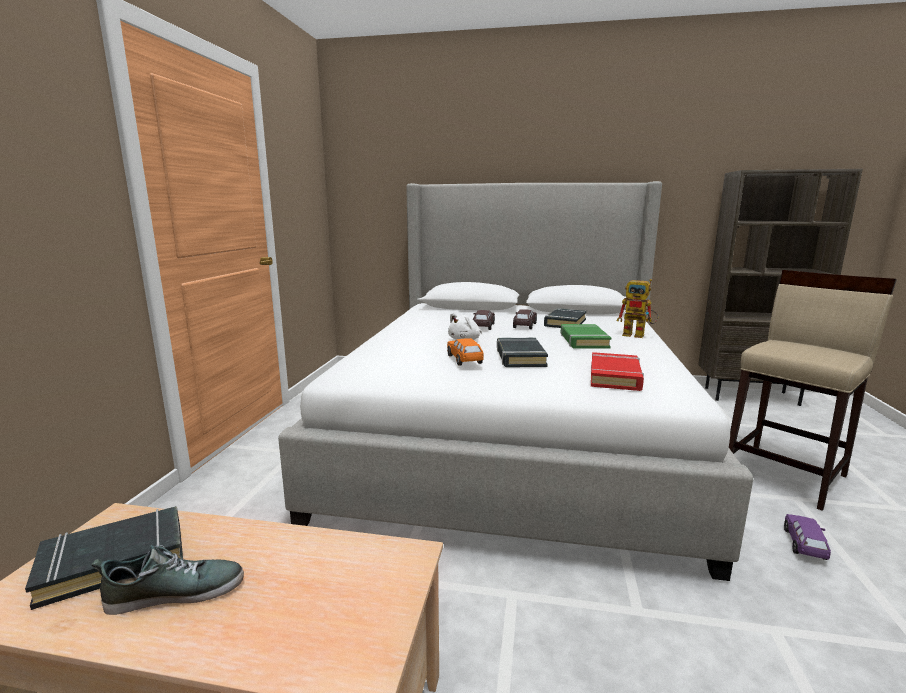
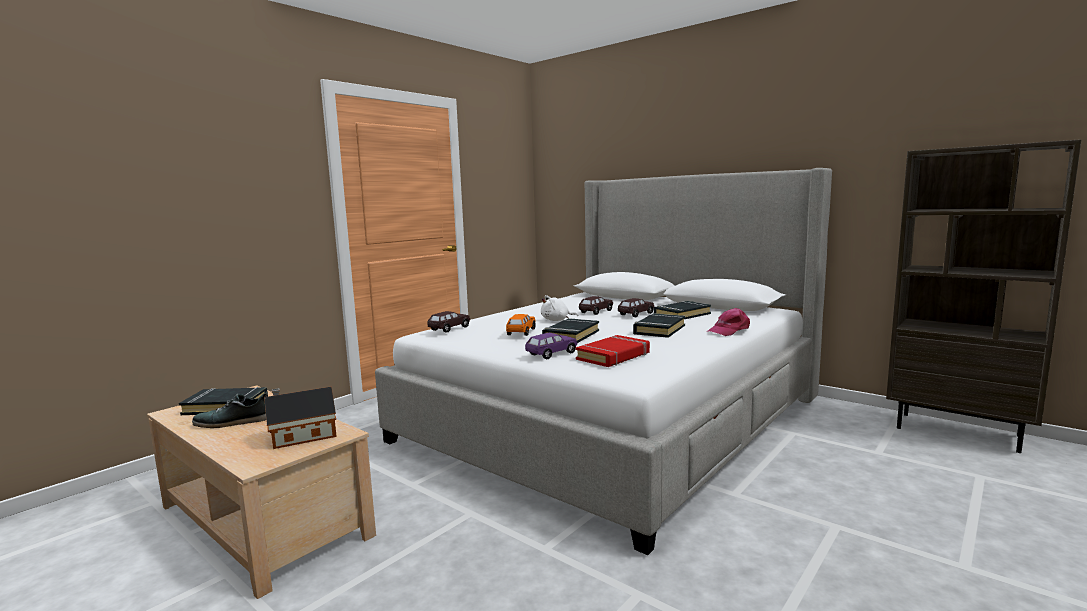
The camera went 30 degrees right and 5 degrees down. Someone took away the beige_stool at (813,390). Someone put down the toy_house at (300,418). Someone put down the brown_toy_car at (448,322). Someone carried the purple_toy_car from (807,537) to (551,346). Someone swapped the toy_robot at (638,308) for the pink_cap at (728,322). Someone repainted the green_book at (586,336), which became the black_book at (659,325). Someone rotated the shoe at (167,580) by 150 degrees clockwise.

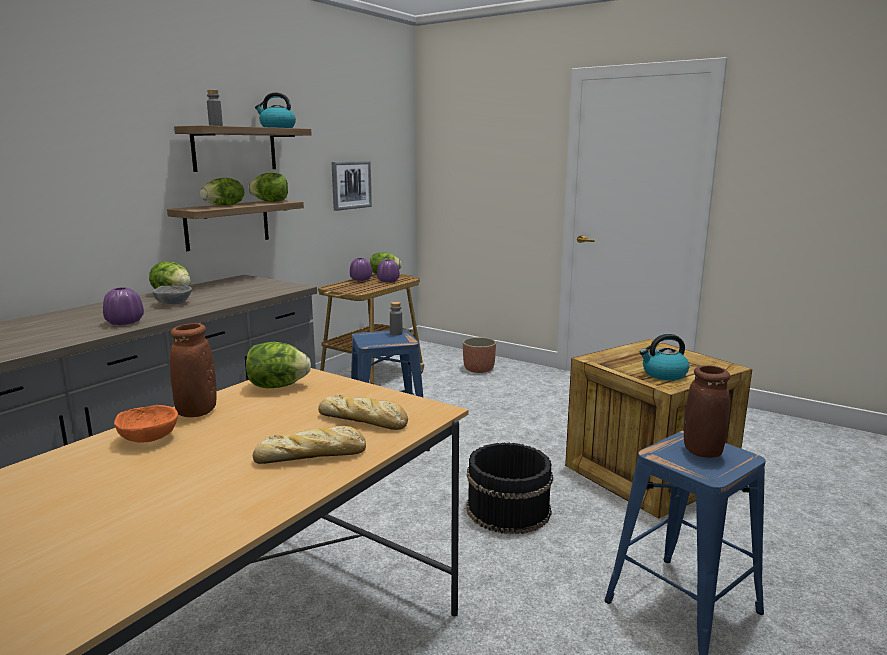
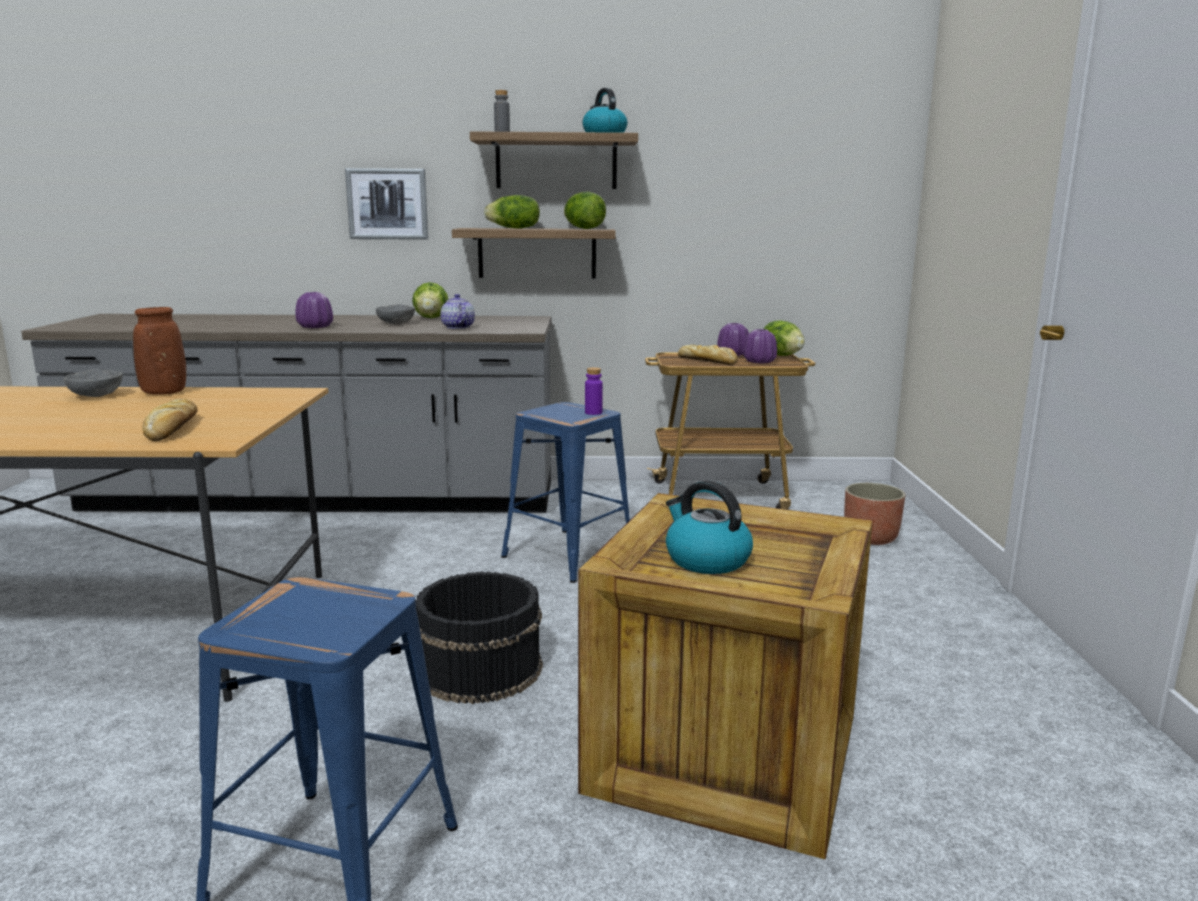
The camera went 55 degrees right and 0 degrees up. Someone took away the lettuce at (278,365). Someone took away the brown_vase at (707,411). Someone put down the teapot at (458,311). Someone carried the bread from (309,445) to (708,354). Someone carried the picture from (352,186) to (386,204). Someone repainted the orange_bowl at (146,423), which became the grey_bowl at (93,383). Someone repainted the grey_bottle at (396,319), which became the purple_bottle at (594,391).

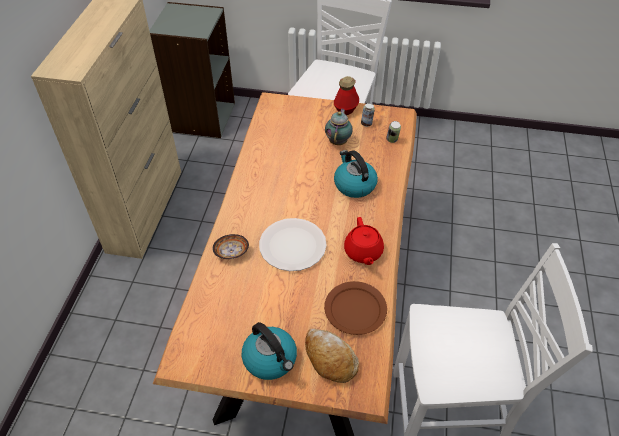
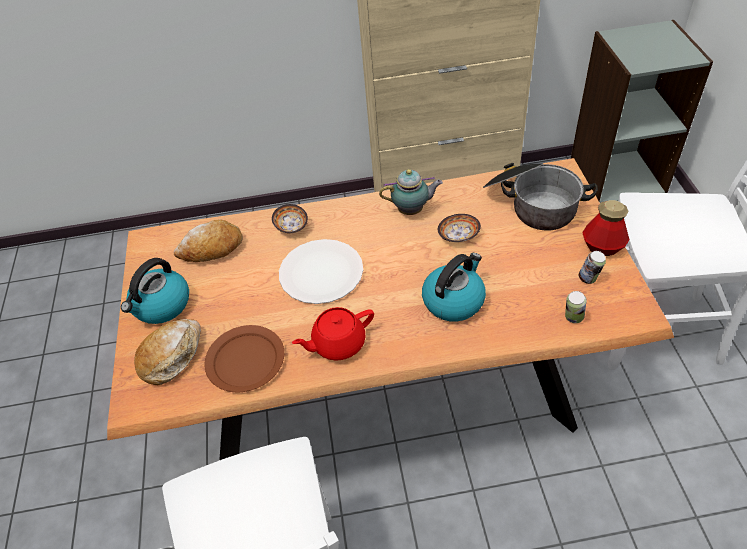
The camera went 75 degrees right and 0 degrees up. Someone put down the bread at (208,240). Someone put down the bowl at (459,228). Someone put down the cooking_pot at (540,196). Someone carried the teapot from (339,126) to (411,192).

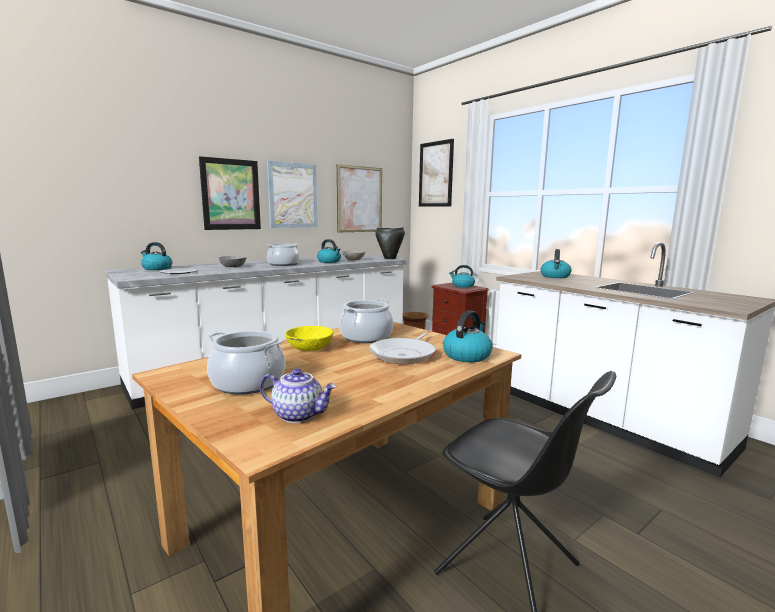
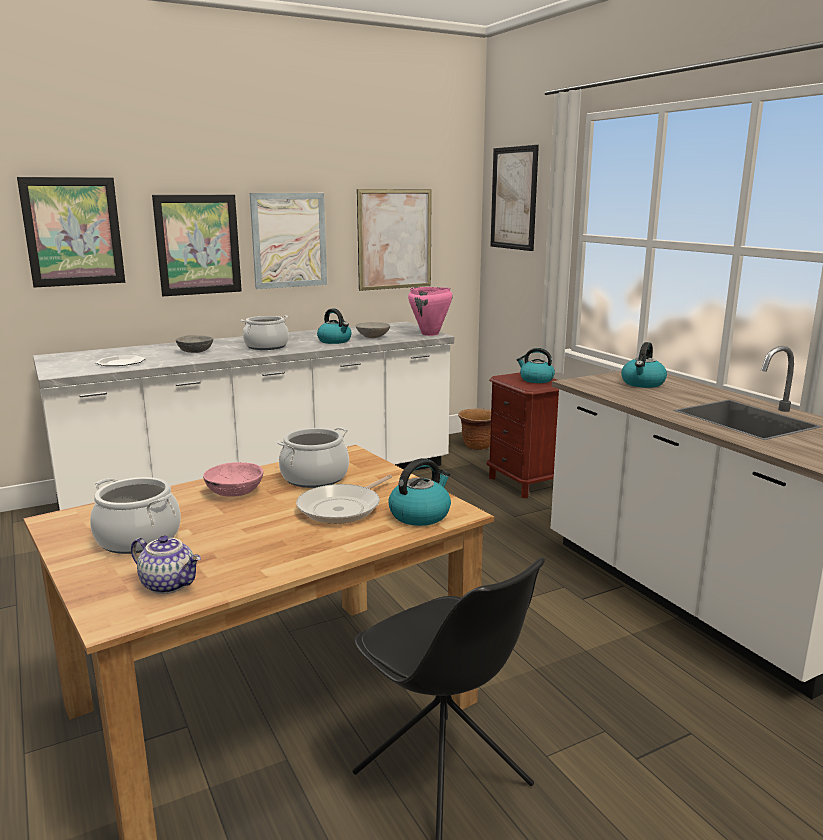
The camera went 10 degrees right and 5 degrees up. Someone took away the kettle at (156,256). Someone put up the picture at (71,232). Someone repainted the yellow_bowl at (309,338), which became the pink_bowl at (233,479). Someone repainted the black_cooking_pot at (390,243), which became the pink_cooking_pot at (430,311).

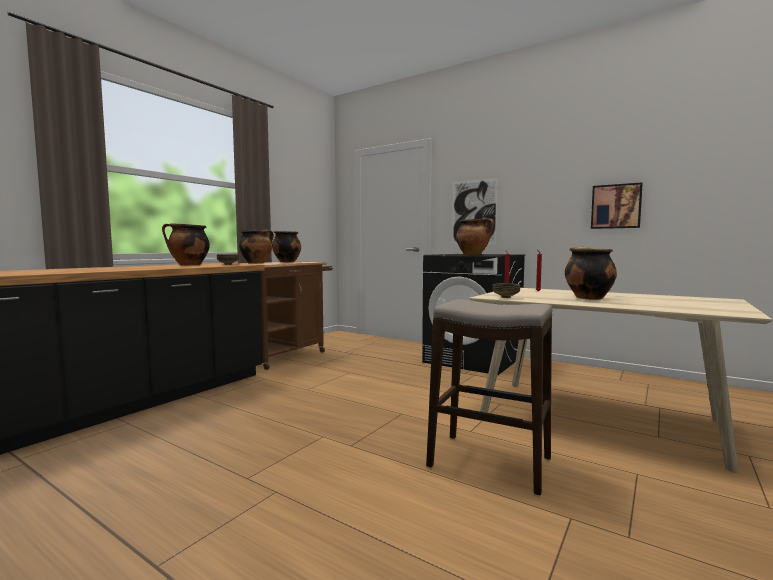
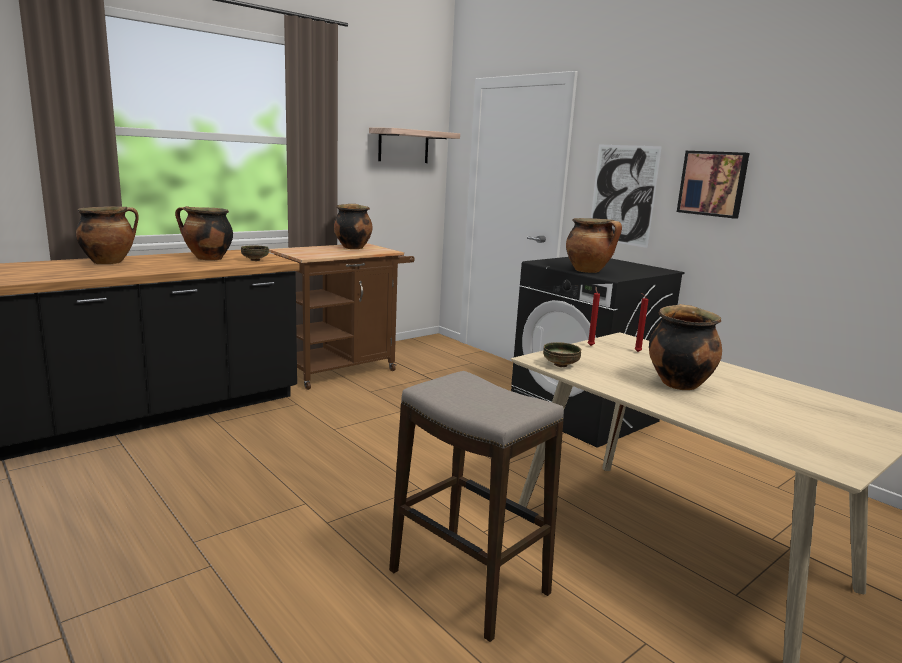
The camera went 15 degrees right and 10 degrees up. Someone put up the shelf at (414,145). Someone carried the cooking_pot from (256,247) to (107,235). Someone carried the picture from (617,205) to (713,185).

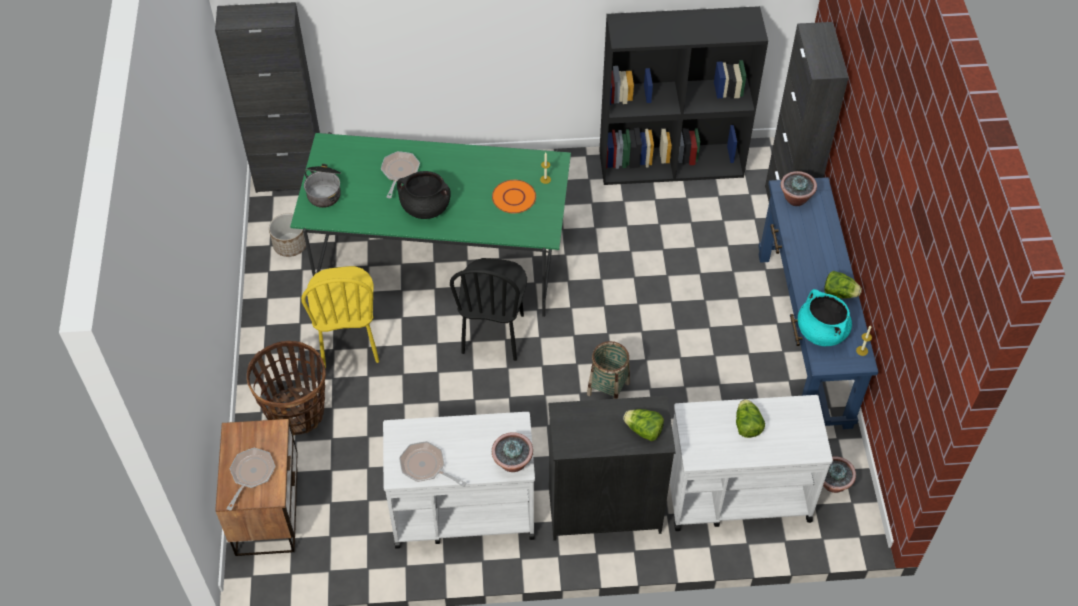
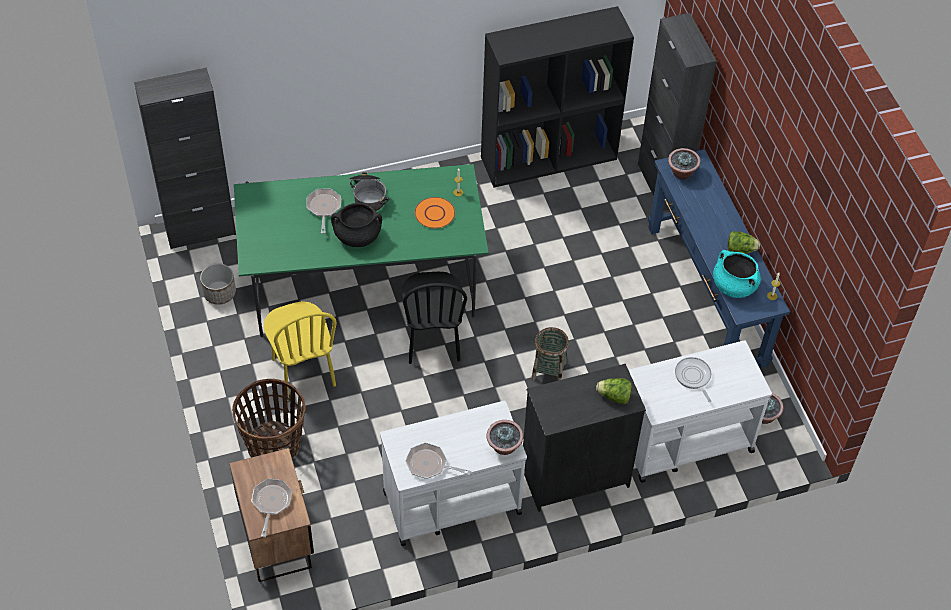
The camera went 15 degrees left and 0 degrees up. Someone carried the cooking_pot from (322,186) to (369,191). Someone swapped the lettuce at (750,418) for the frying_pan at (693,379).

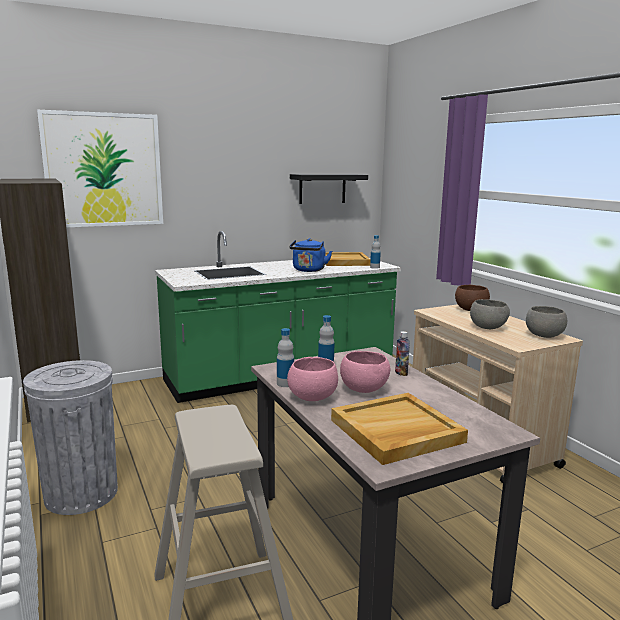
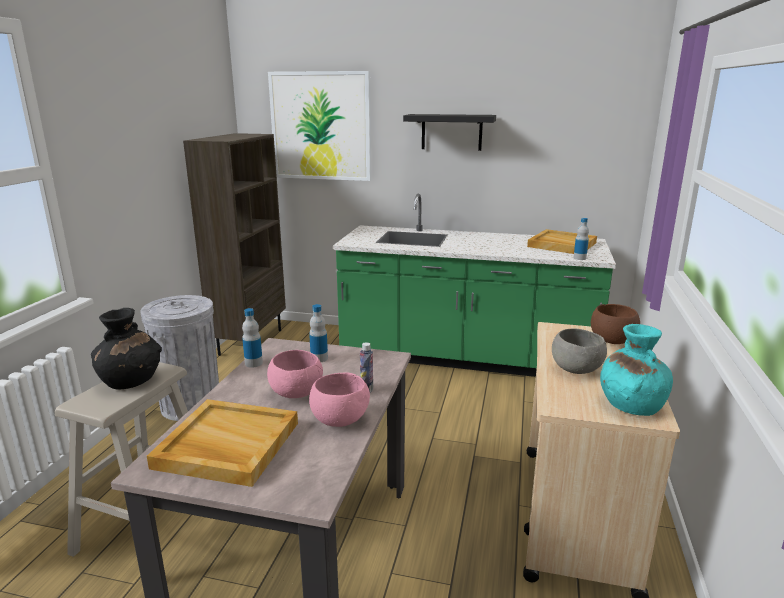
The camera went 40 degrees right and 5 degrees up. Someone took away the blue_kettle at (310,255). Someone put down the black_vase at (126,348). Someone carried the pink_bowl from (312,379) to (339,399). Someone carried the black_shelf from (329,189) to (449,132). Someone swapped the grey_bowl at (546,322) for the turquoise_vase at (636,370).

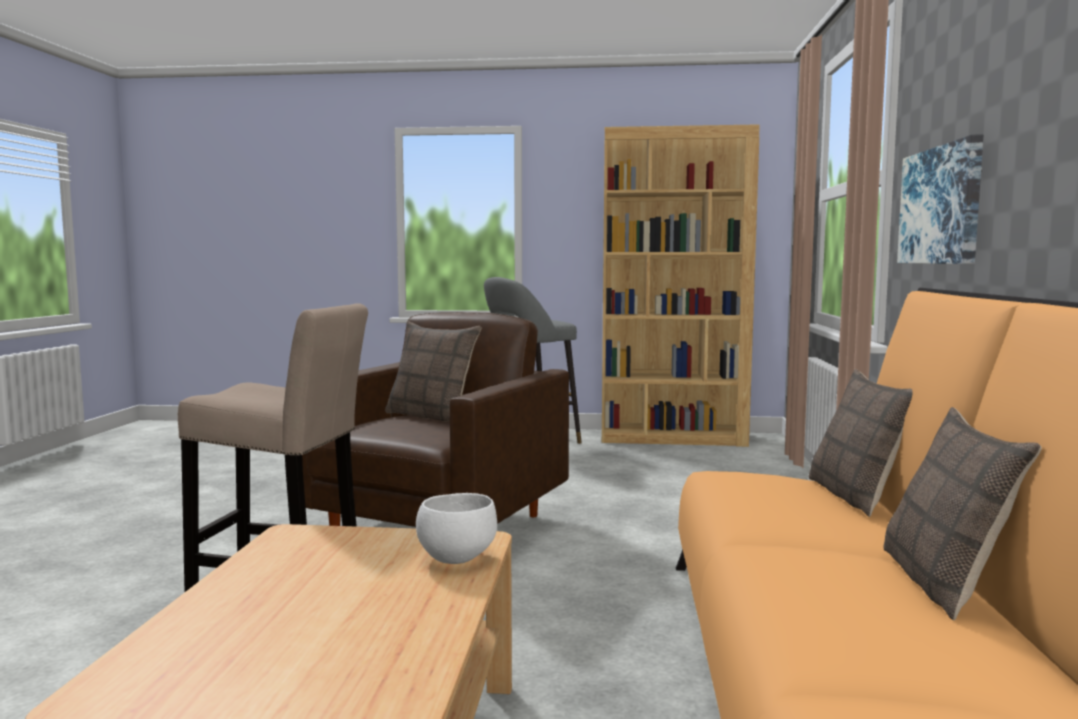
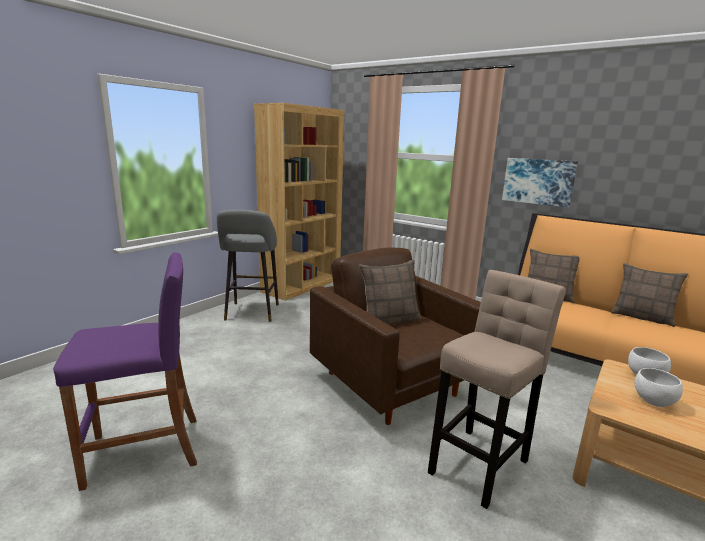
The camera went 60 degrees left and 10 degrees up. Someone put down the purple_stool at (125,371). Someone put down the white_bowl at (658,387).

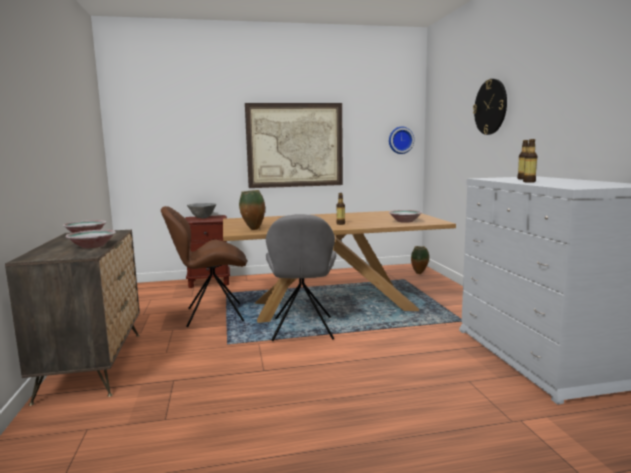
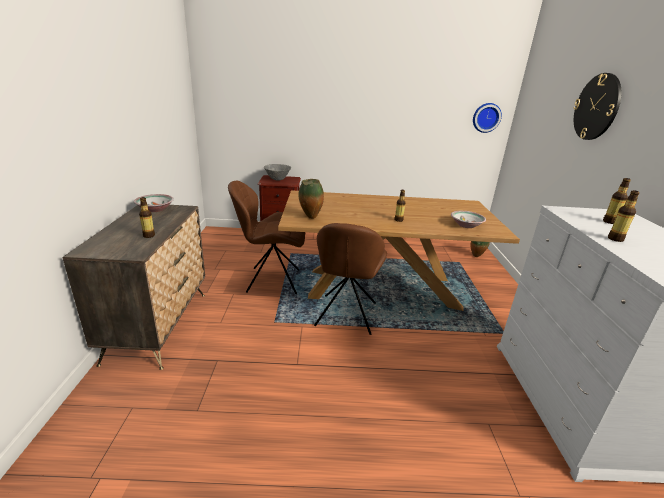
The camera went 10 degrees right and 15 degrees up. Someone took away the picture at (294,145). Someone swapped the bowl at (91,239) for the bottle at (147,217). Someone repainted the grey_chair at (301,277), which became the brown_chair at (350,279).

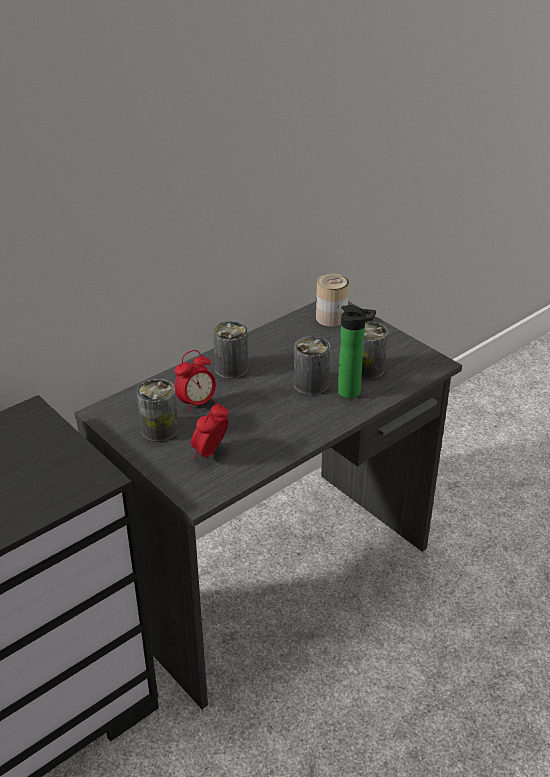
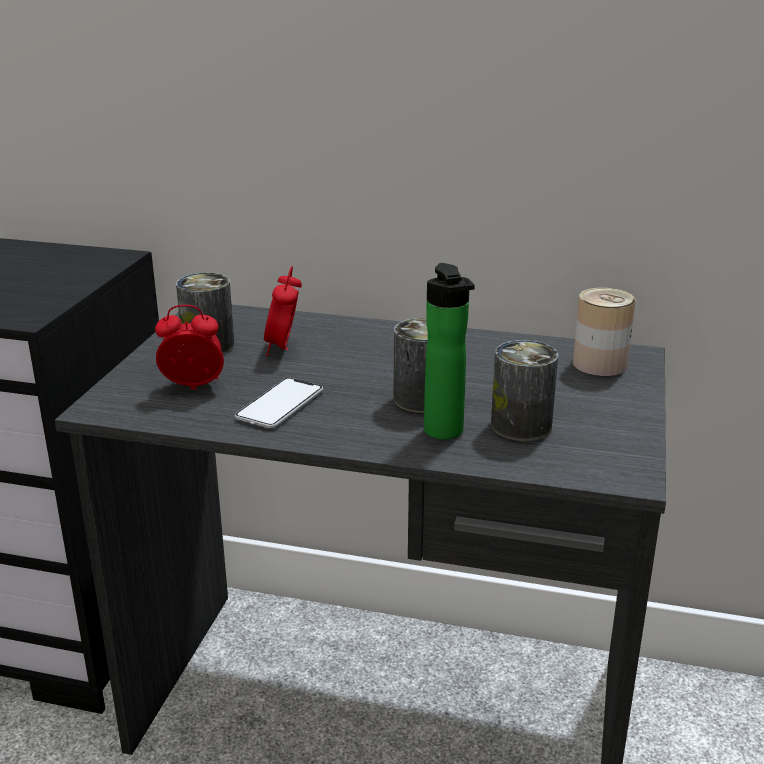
The camera went 55 degrees right and 10 degrees down. Someone took away the can at (231,349). Someone put down the phone at (279,403). Someone rotated the alarm_clock at (195,381) by 75 degrees clockwise.

